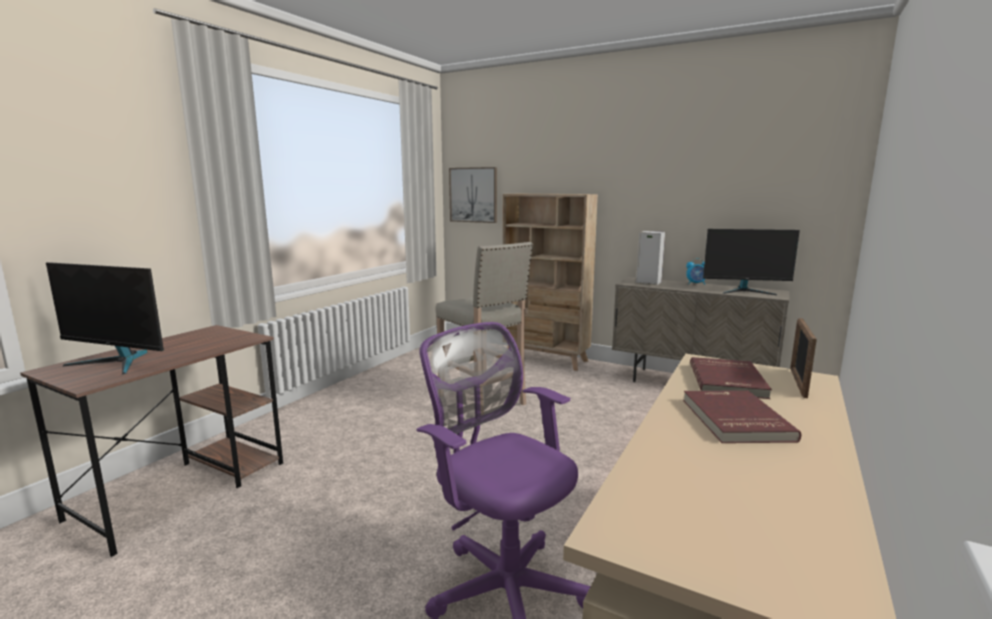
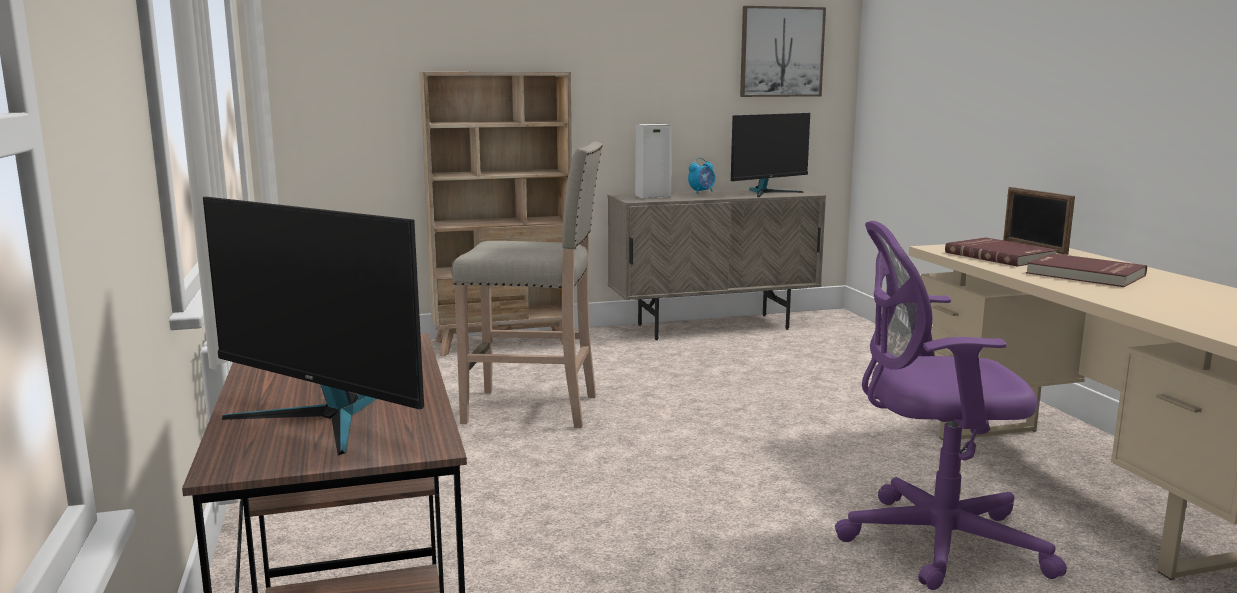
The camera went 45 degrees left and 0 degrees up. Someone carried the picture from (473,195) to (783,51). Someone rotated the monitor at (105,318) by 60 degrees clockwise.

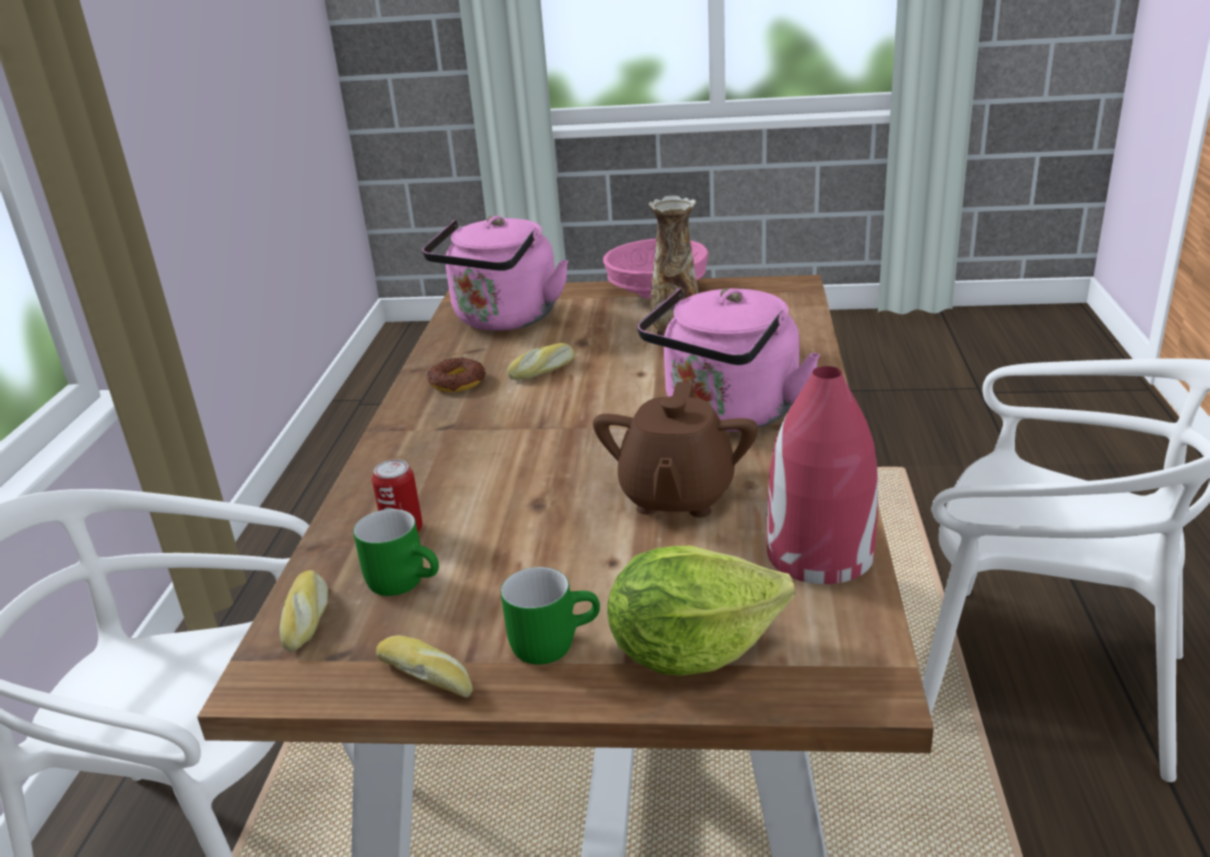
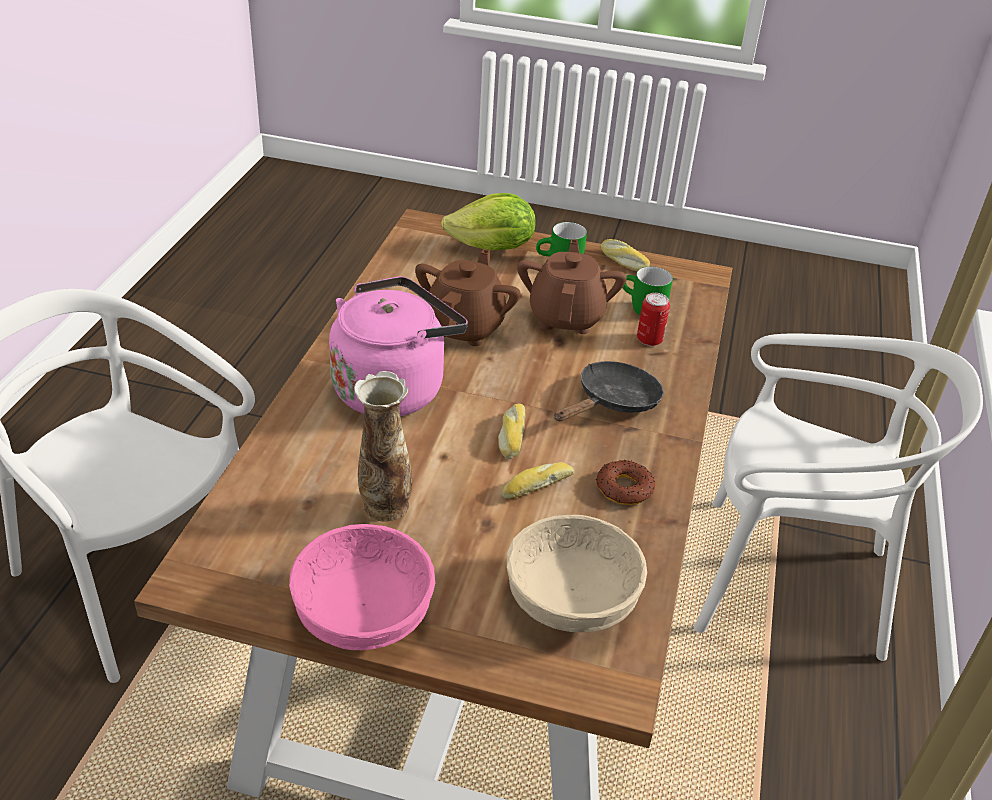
The camera went 175 degrees left and 10 degrees up. Someone took away the red_vase at (822,475). Someone put down the brown_teapot at (572,286). Someone put down the black_frying_pan at (609,391). Someone carried the bread from (303,611) to (511,431). Someone swapped the pink_kettle at (495,273) for the beige_bowl at (577,573).

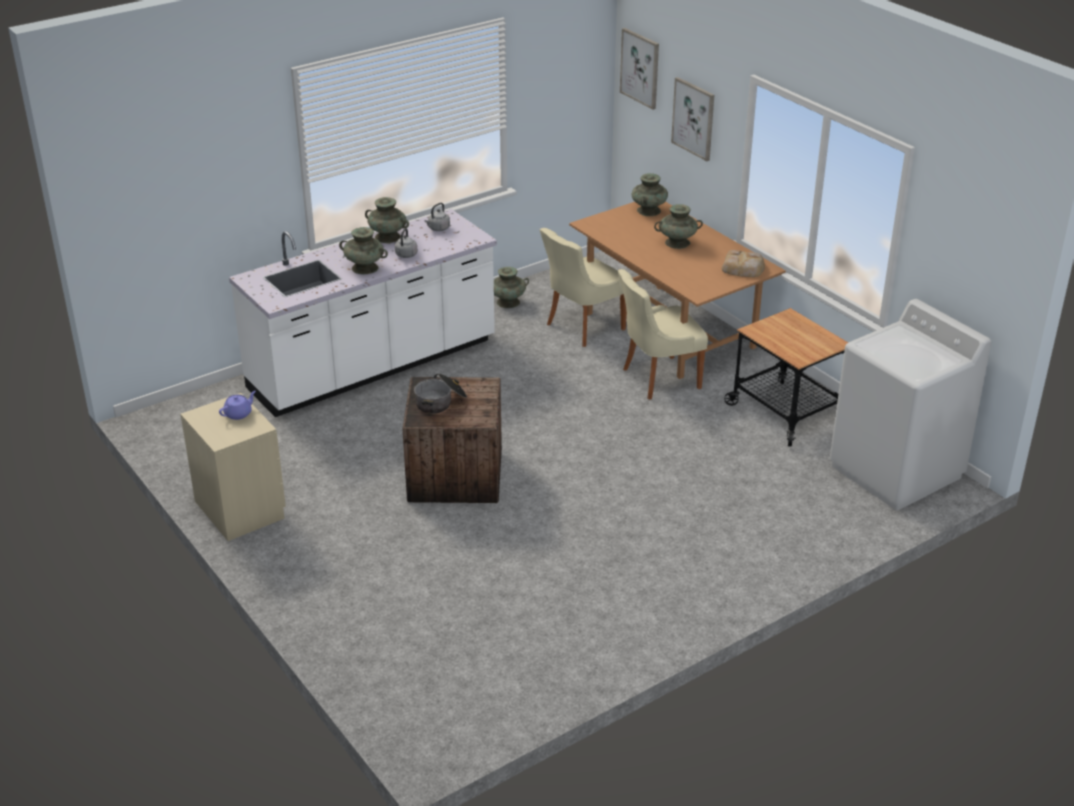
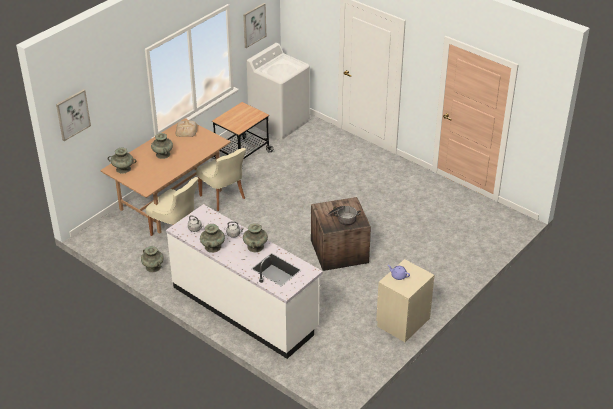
The camera went 105 degrees left and 5 degrees up. Someone carried the picture from (692,119) to (254,25).

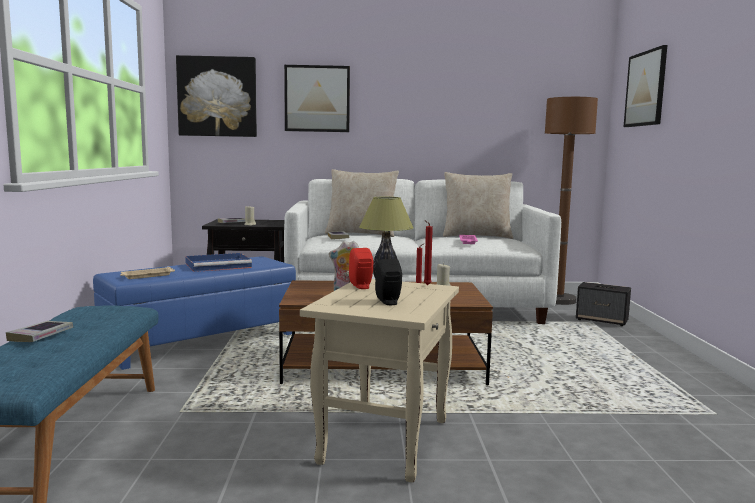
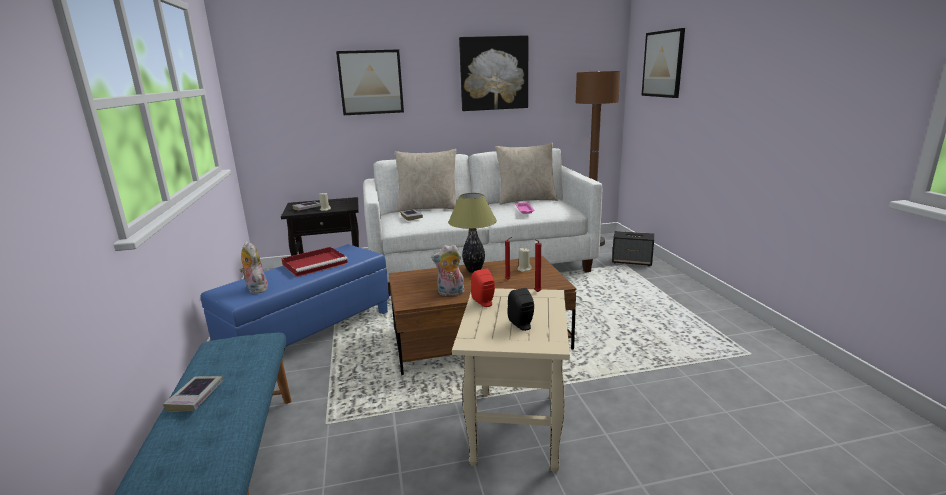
The camera went 10 degrees left and 10 degrees up. Someone carried the picture from (216,96) to (493,73). Someone swapped the beige_tray at (147,273) for the plush_toy at (254,267). Someone repainted the blue_tray at (218,262), which became the red_tray at (315,262).

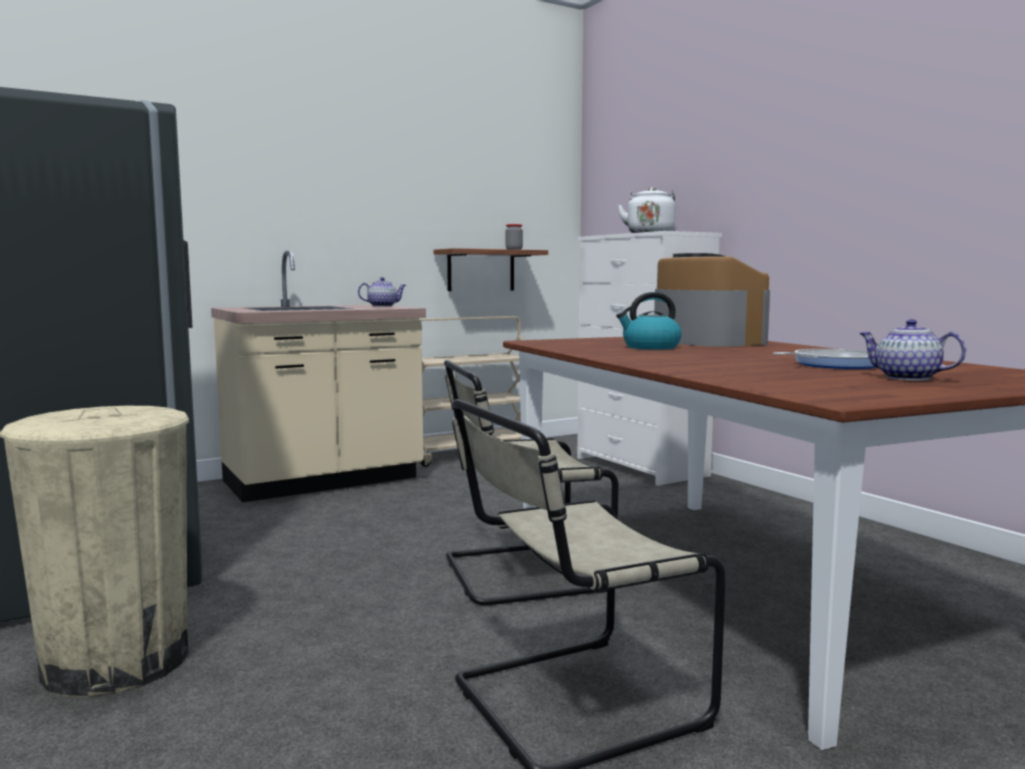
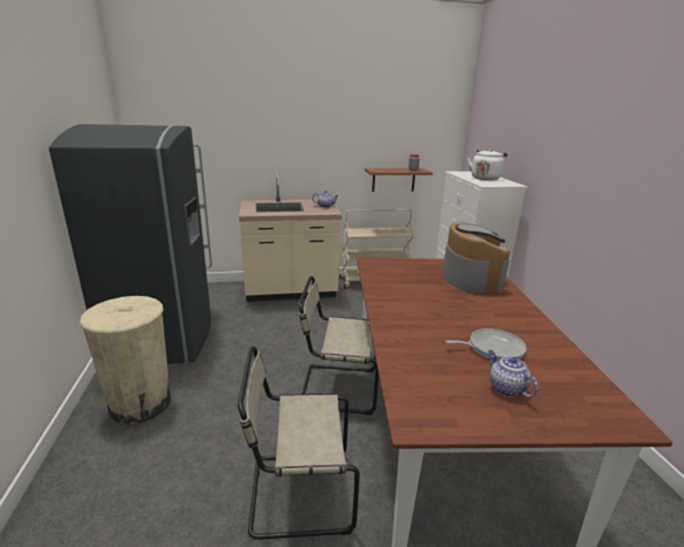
The camera went 20 degrees right and 15 degrees up. Someone took away the kettle at (649,320).

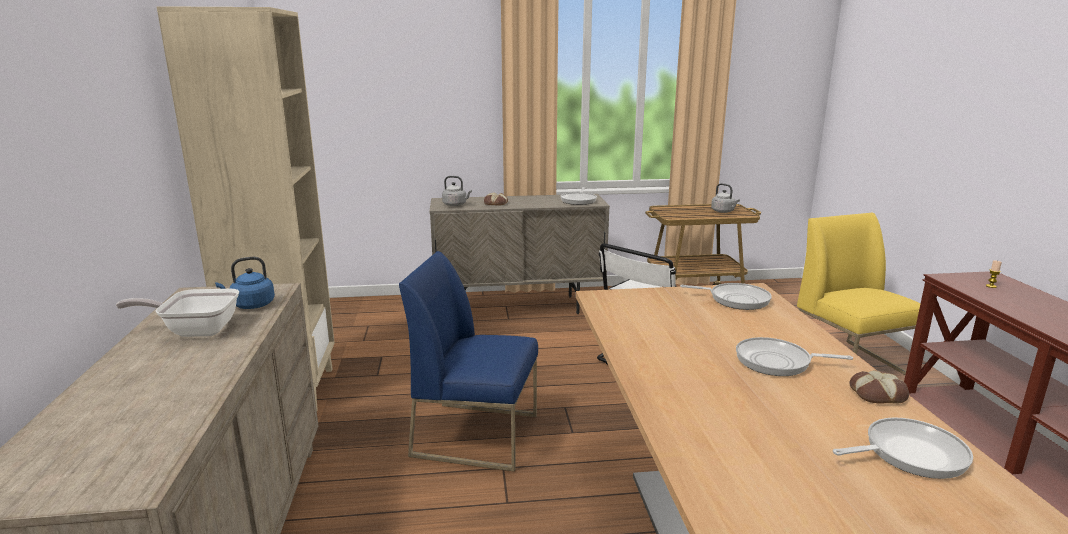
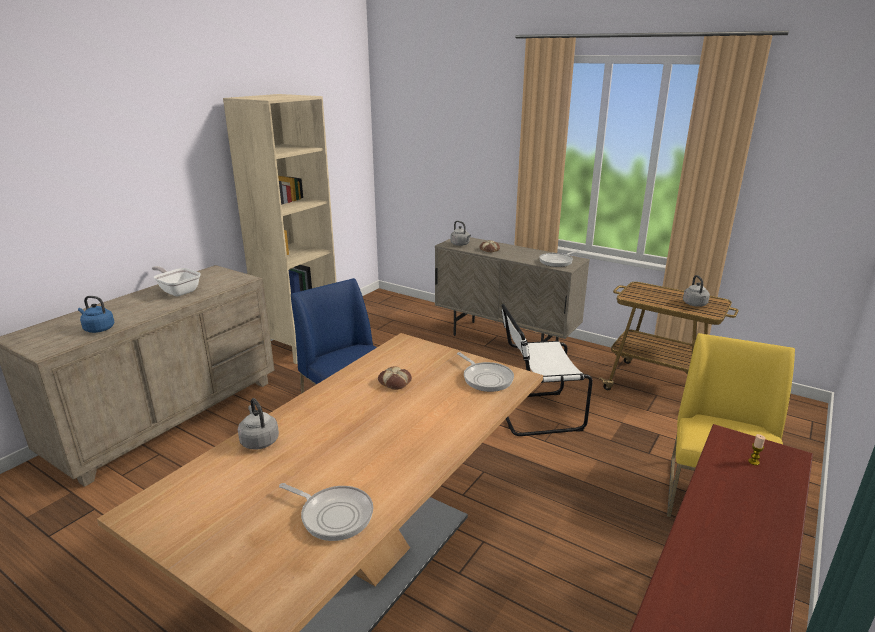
The camera went 40 degrees right and 5 degrees up. Someone took away the frying_pan at (794,356). Someone put down the grey_kettle at (258,424). Someone carried the blue_kettle from (245,283) to (96,314). Someone carried the bread from (879,387) to (395,378).

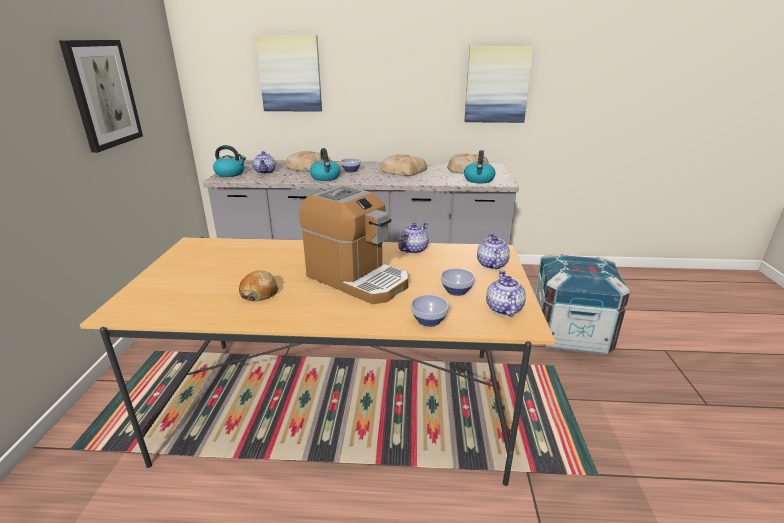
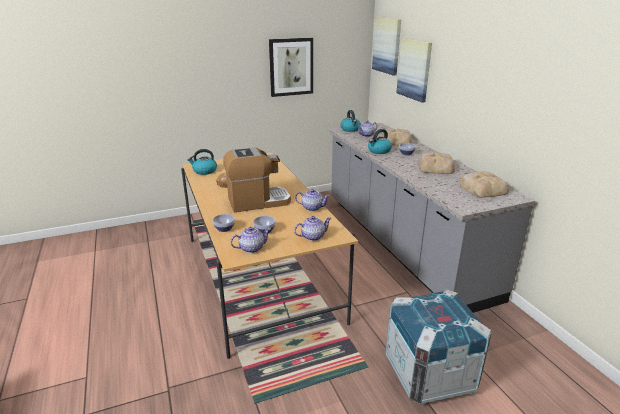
The camera went 65 degrees right and 0 degrees up. Someone carried the kettle from (479,166) to (202,162). Someone carried the picture from (499,84) to (386,46). Someone rotated the coffee_machine at (353,244) by 120 degrees counterclockwise.

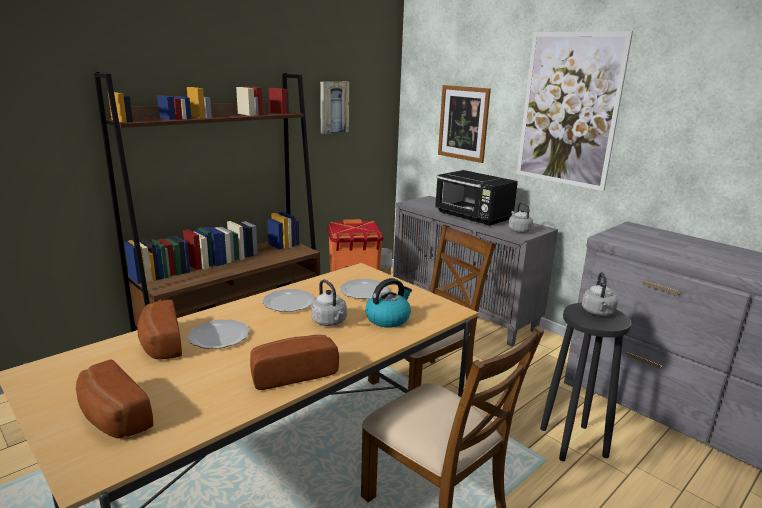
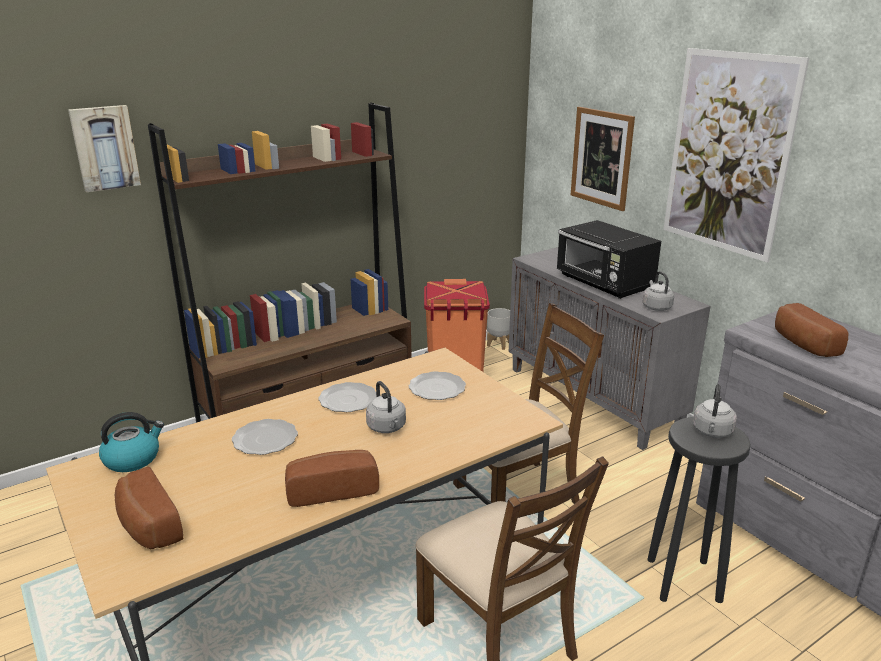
The camera went 10 degrees right and 5 degrees up. Someone carried the bread from (160,329) to (812,330). Someone carried the picture from (334,108) to (104,148). Someone carried the kettle from (388,303) to (131,442).

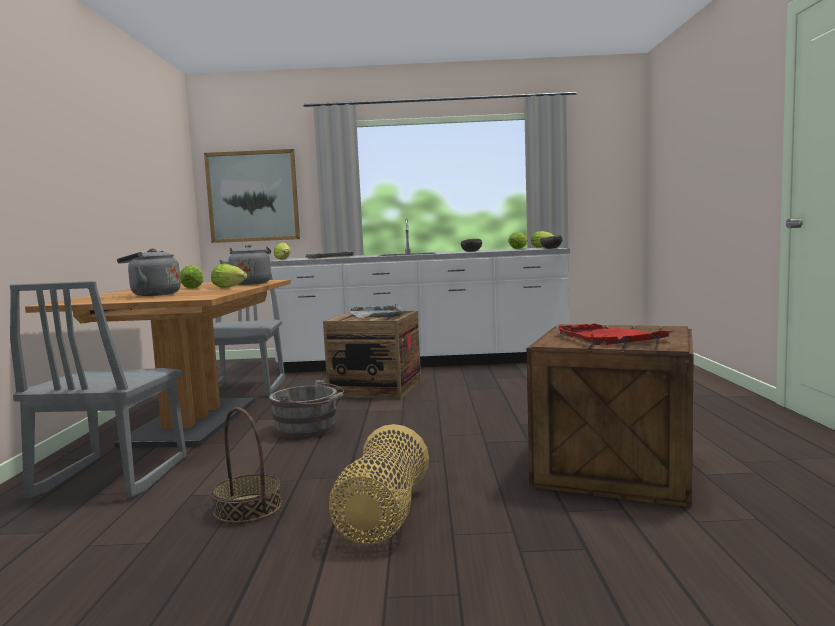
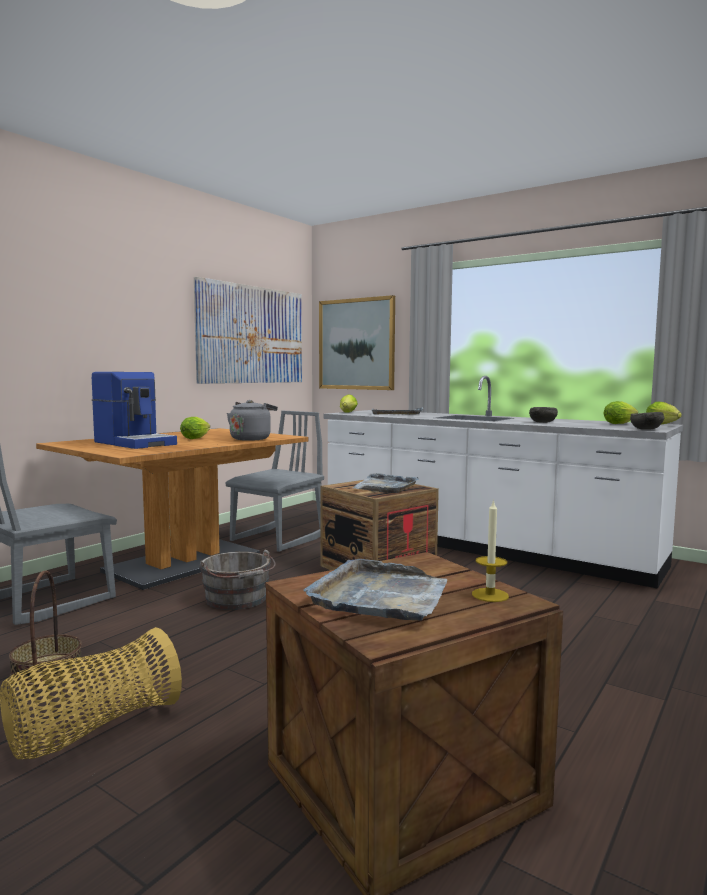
The camera went 35 degrees right and 0 degrees up. Someone took away the lettuce at (229,276). Someone put up the picture at (248,330). Someone put down the candle at (490,550). Someone swapped the grey_kettle at (149,272) for the coffee_machine at (134,410). Someone repainted the red_tray at (615,334), which became the grey_tray at (375,590).

